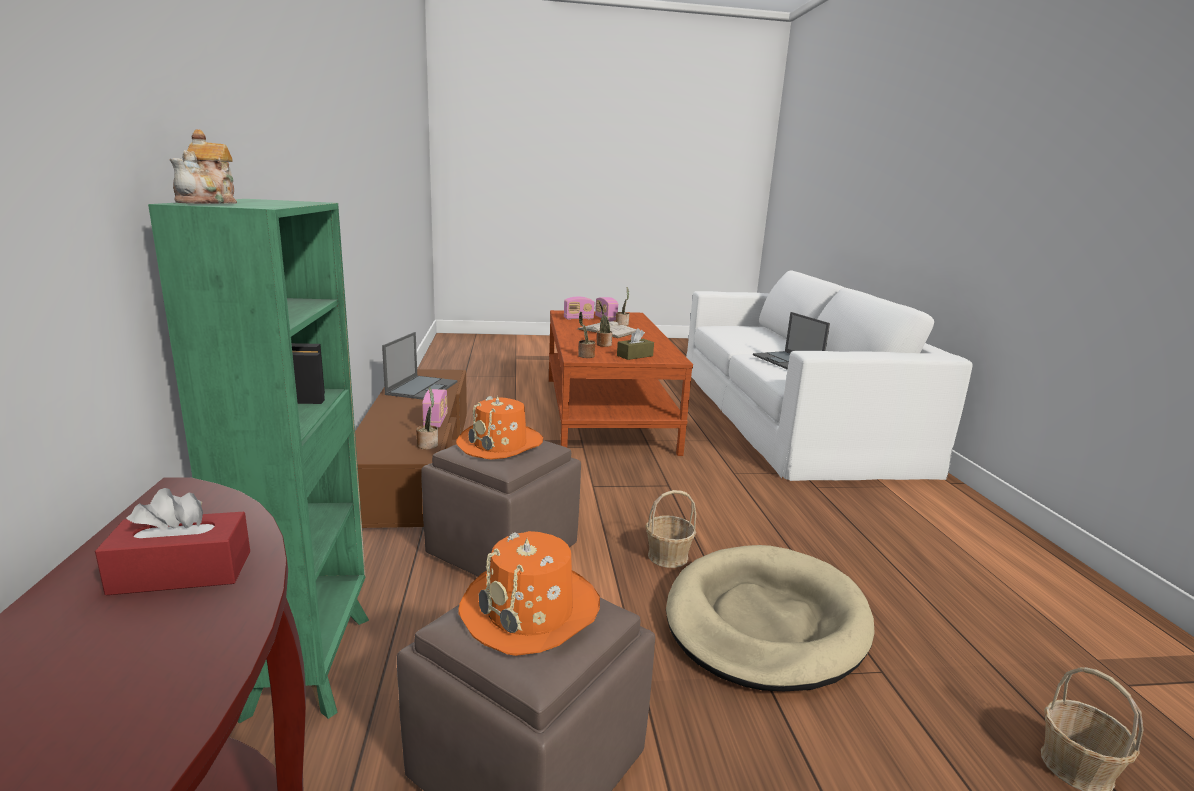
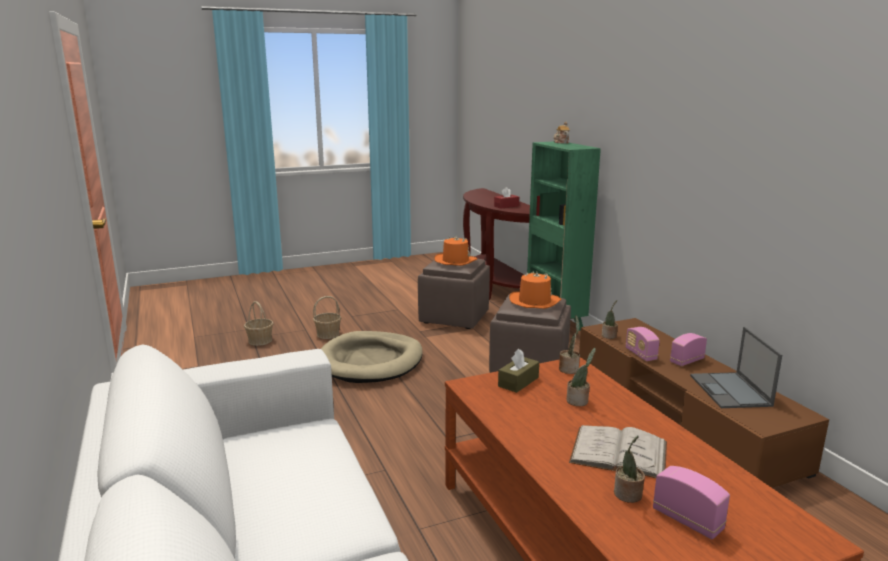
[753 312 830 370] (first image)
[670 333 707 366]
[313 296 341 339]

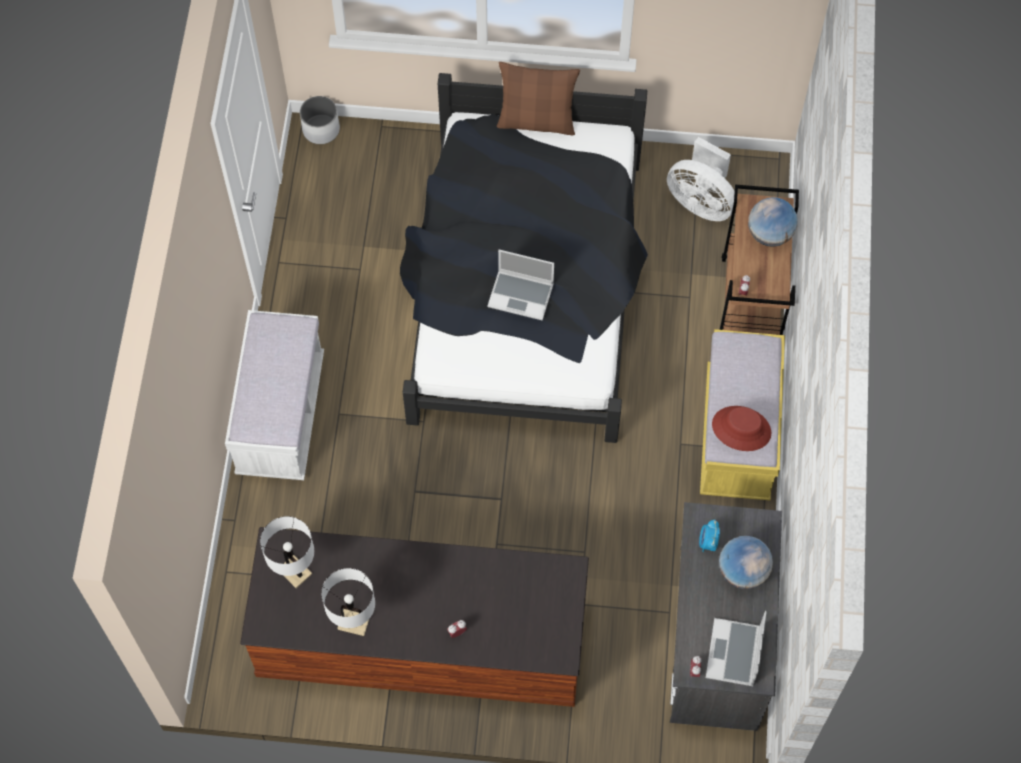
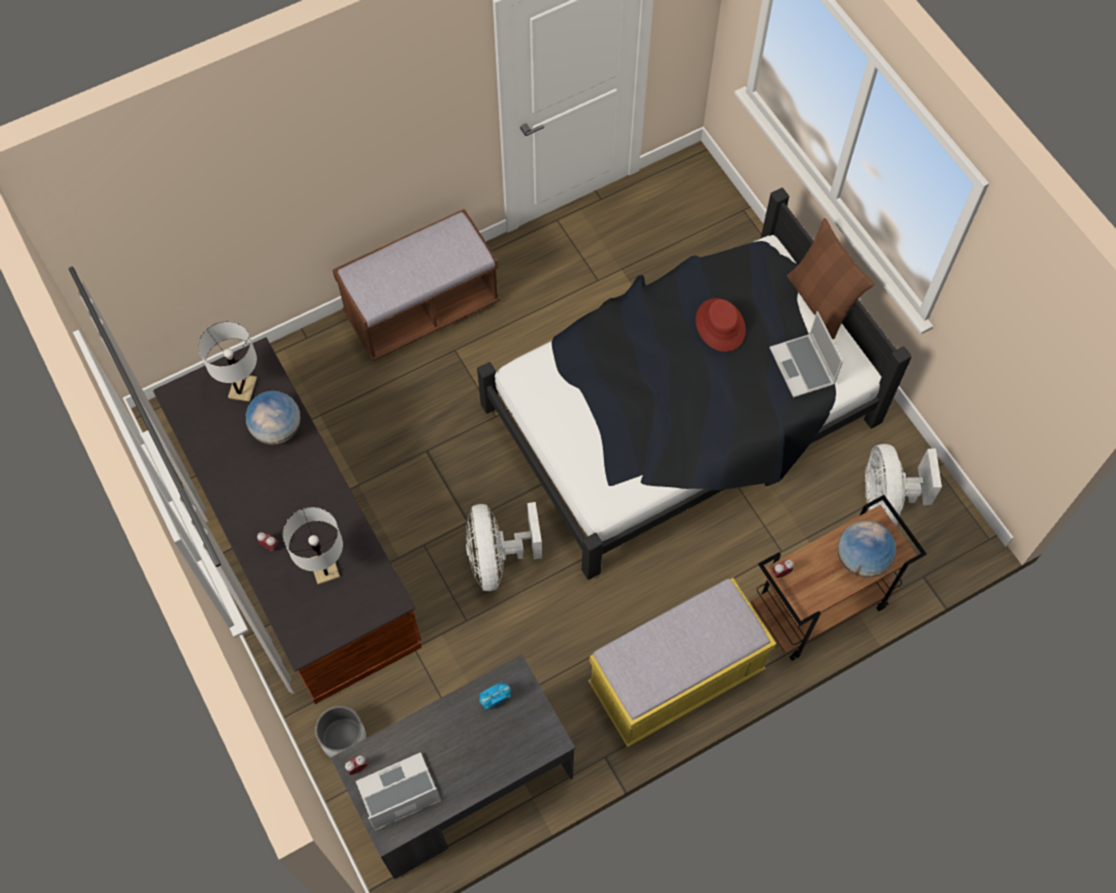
[466 502 542 591]
[315 706 366 758]
[283 507 343 585]
[769 311 843 398]
[696 298 746 352]
[246 391 301 445]
[332 209 500 361]

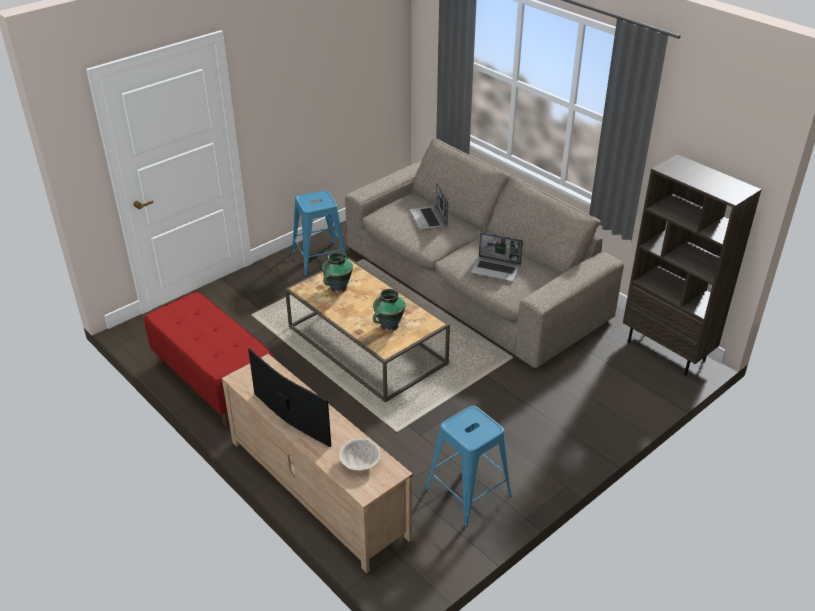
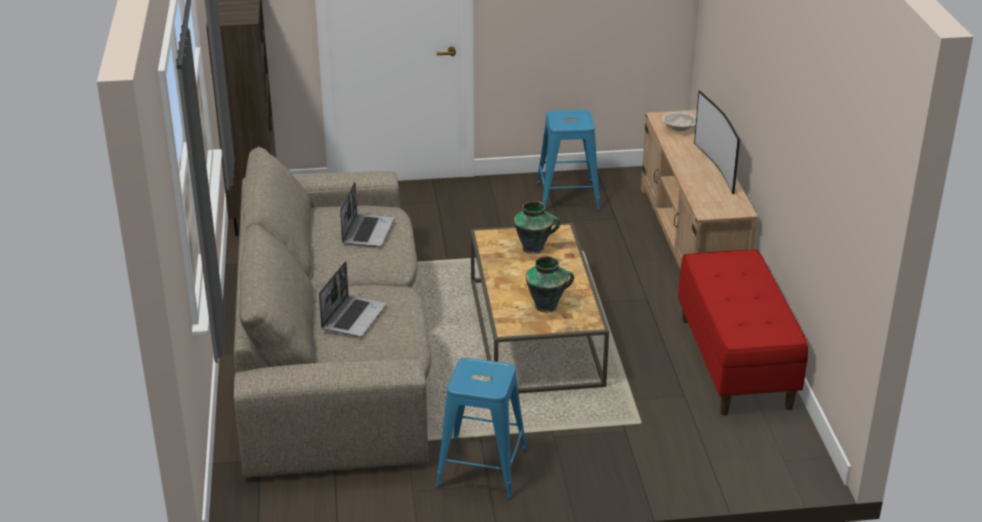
[340 182 394 247]

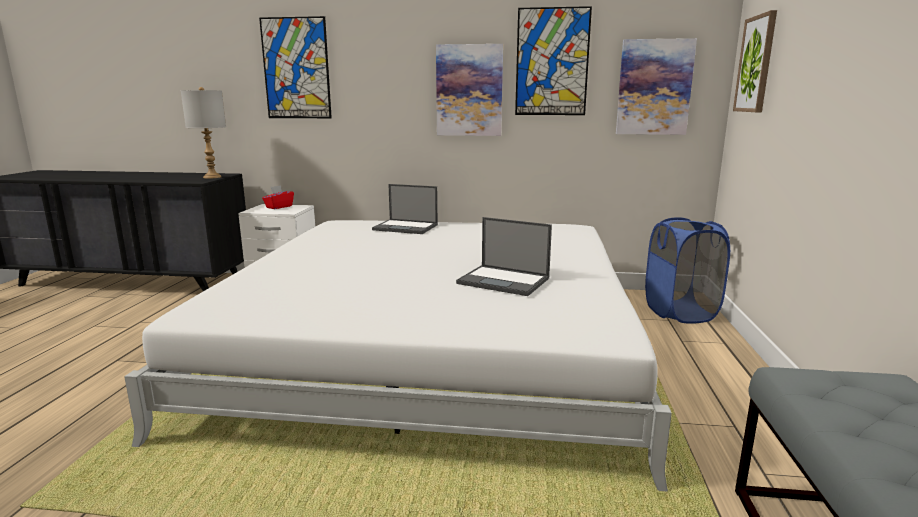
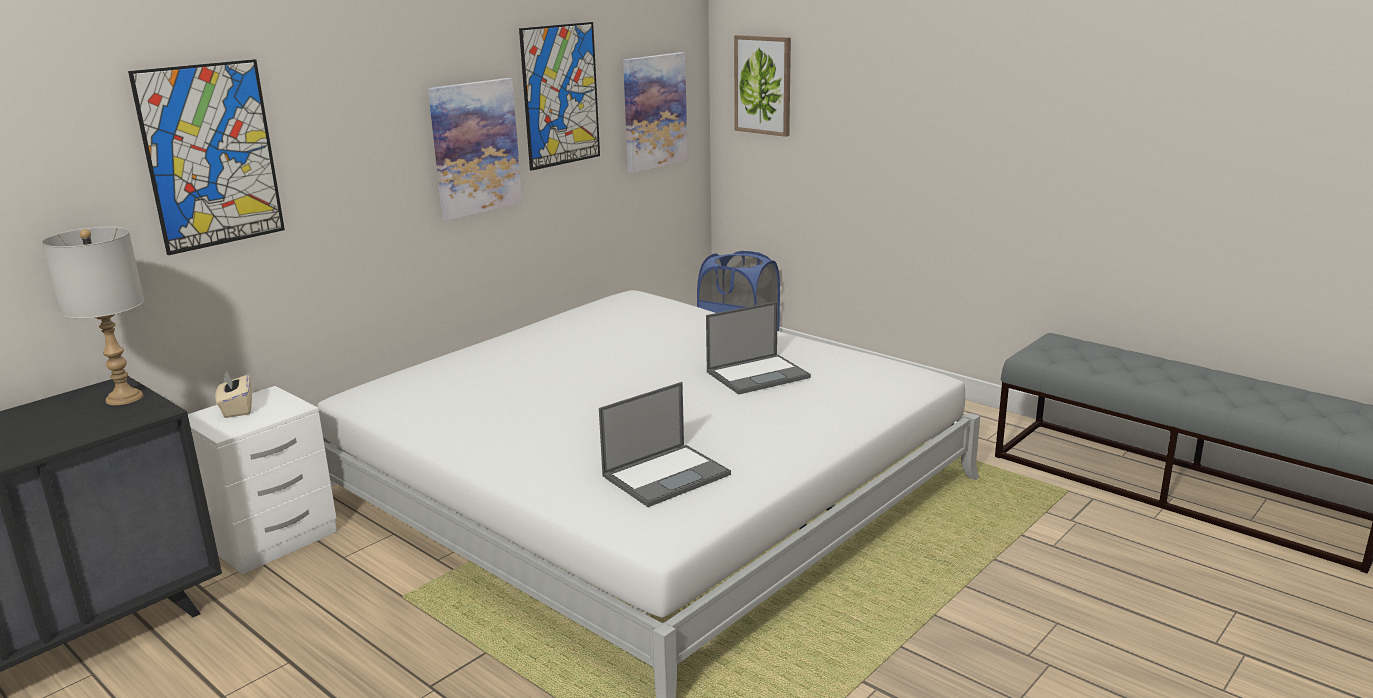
[599 382 731 507]
[216 371 252 418]

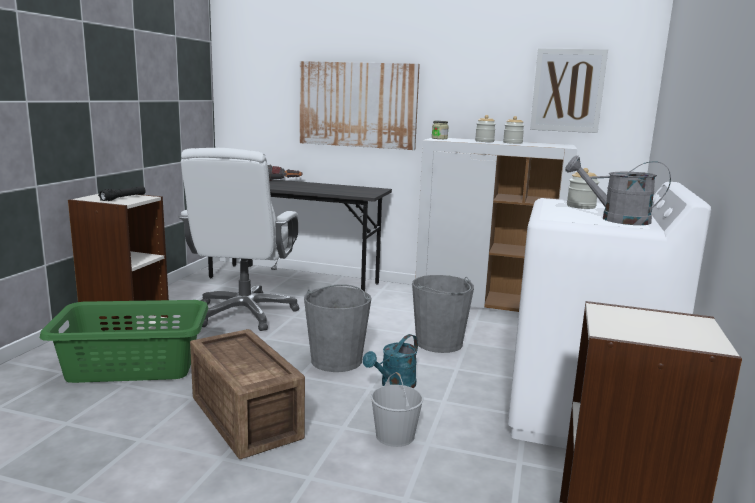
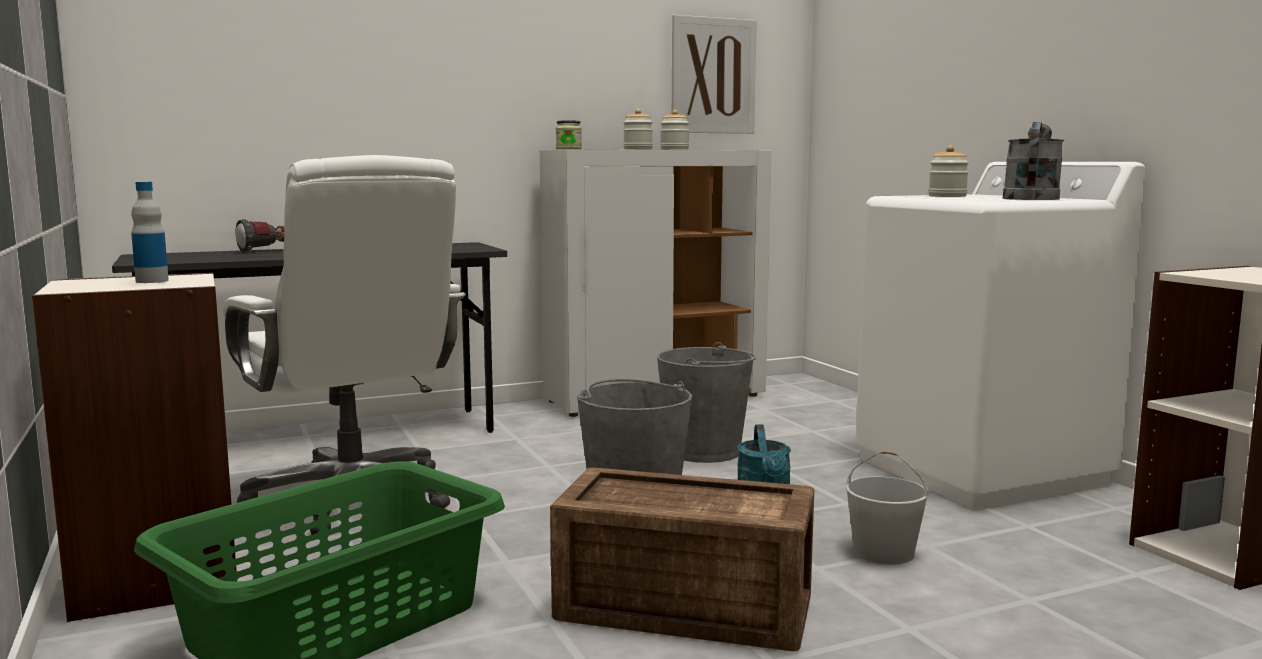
[300 61 420 150] (first image)
[131 182 169 283]
[1003 122 1064 200]

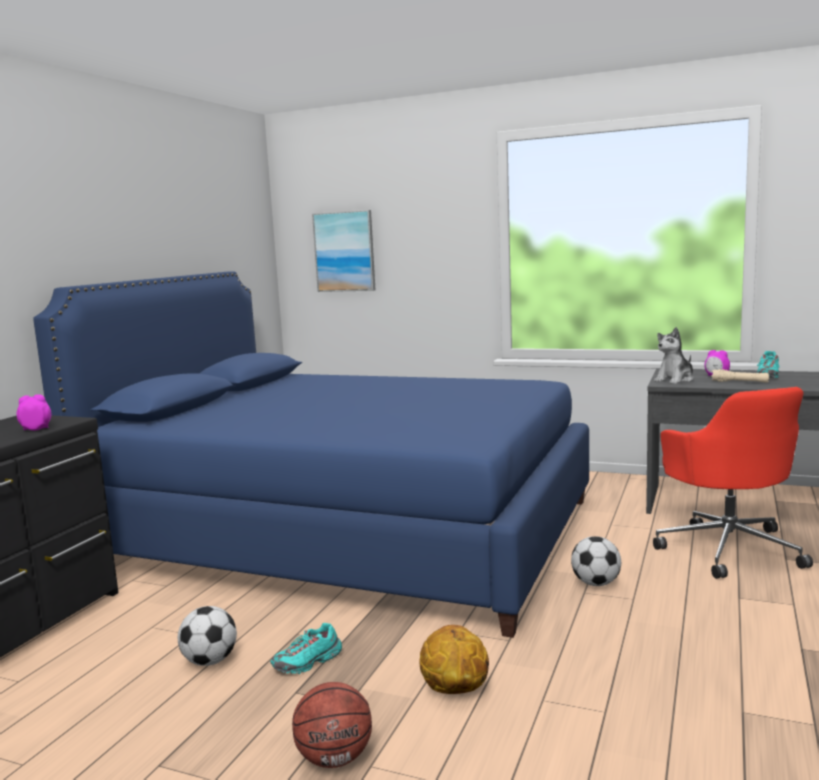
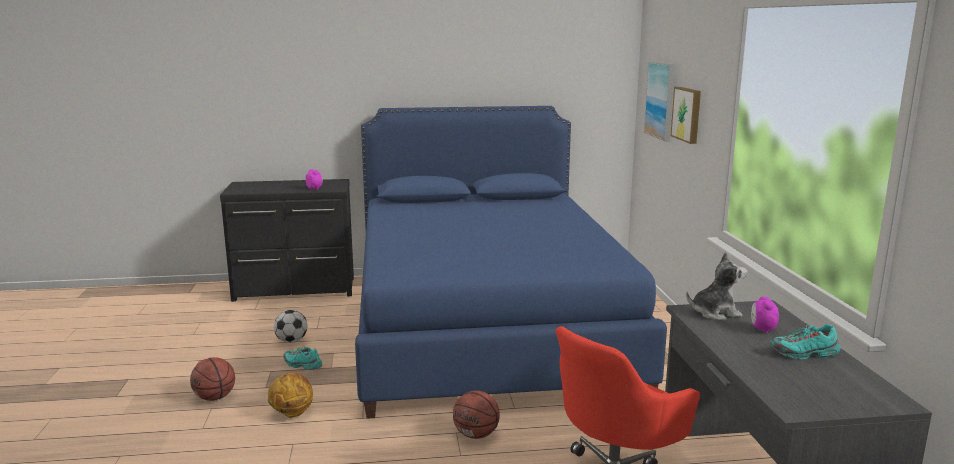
[712 369 769 383] (first image)
[671 87 701 144]
[453 391 500 439]
[686 252 747 320]

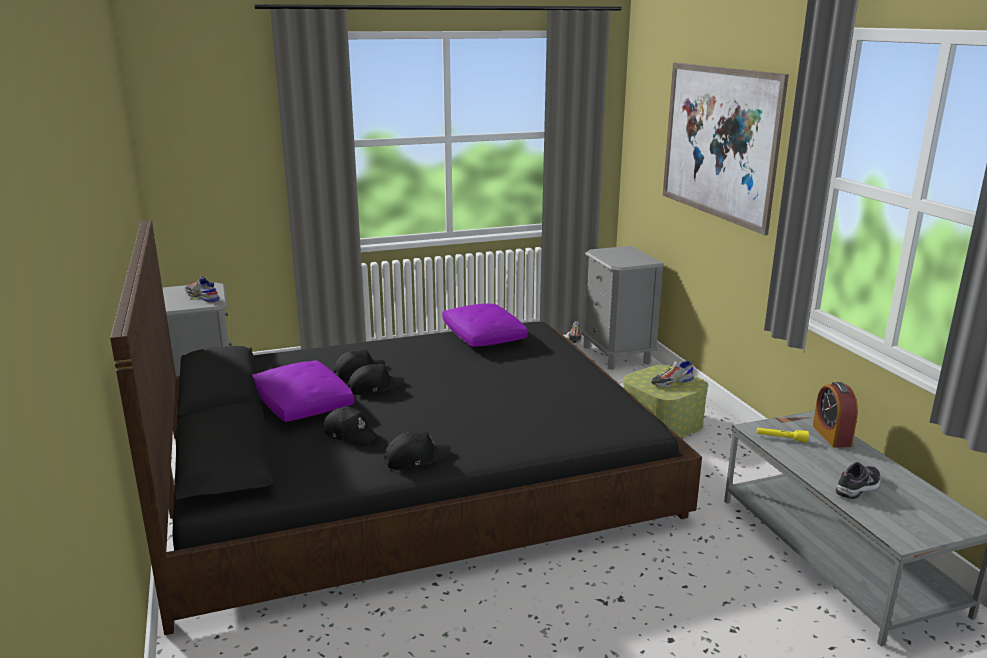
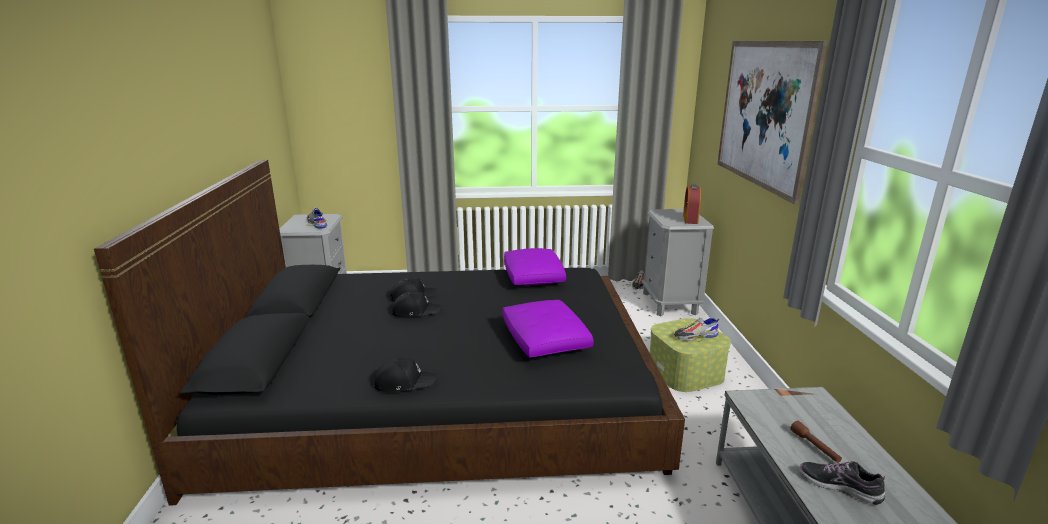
[323 407 379 446] (first image)
[757 428 809 442] (first image)
[791 421 842 463]
[502 300 594 357]
[683 184 701 224]
[800 461 886 505]

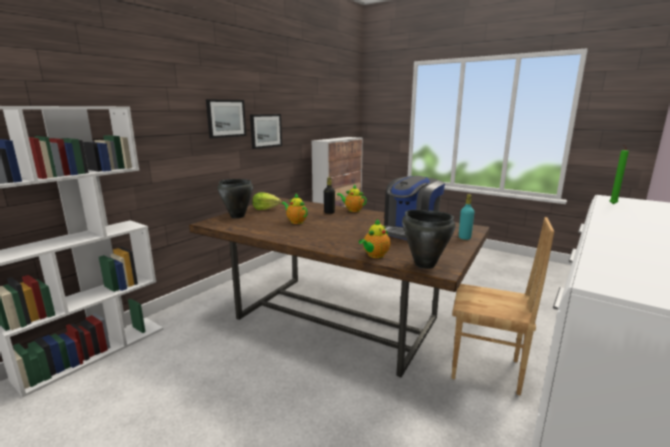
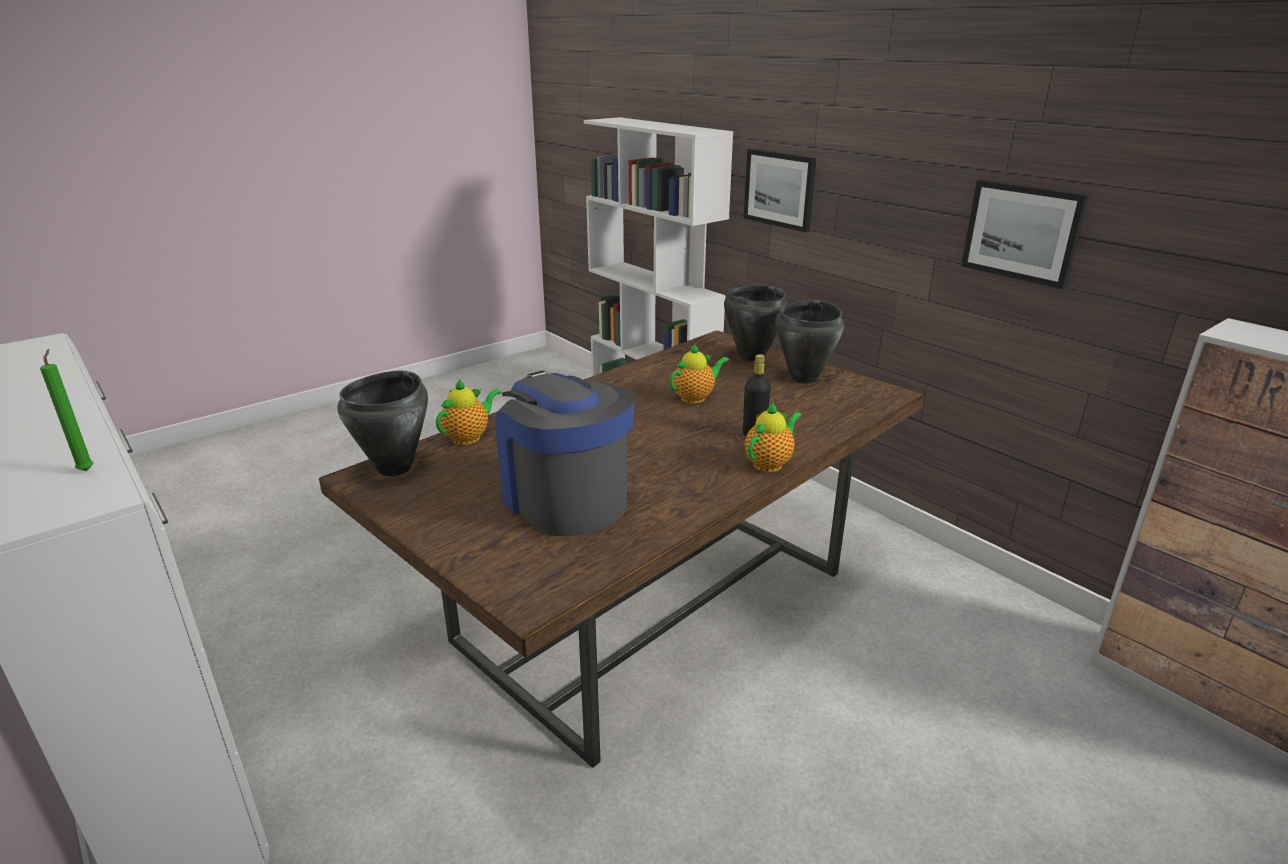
[451 217 555 396] (first image)
[459 194 475 240] (first image)
[744 149 816 233]
[776 300 844 384]
[436 379 501 445]

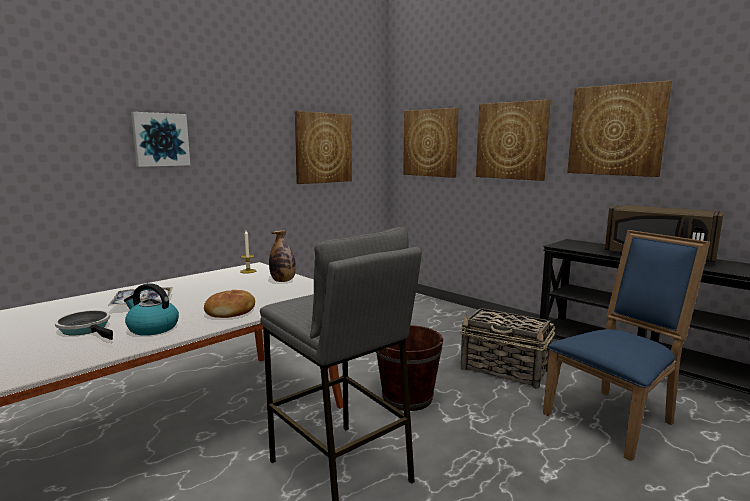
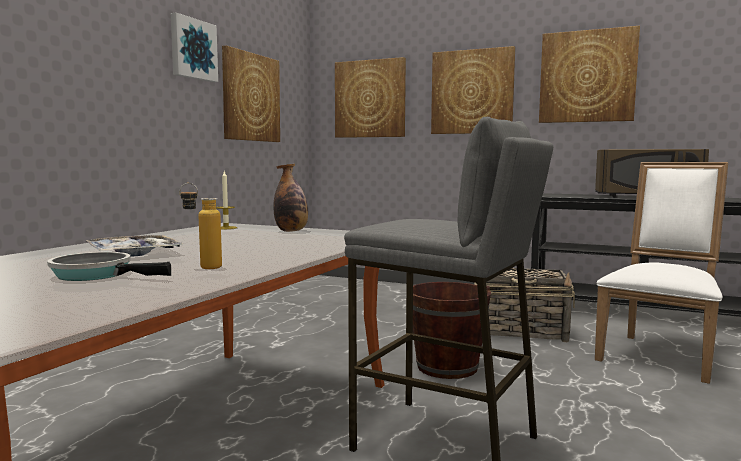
[204 290 255 318] (first image)
[171 13 218 82]
[179 183 222 269]
[595 162 728 384]

